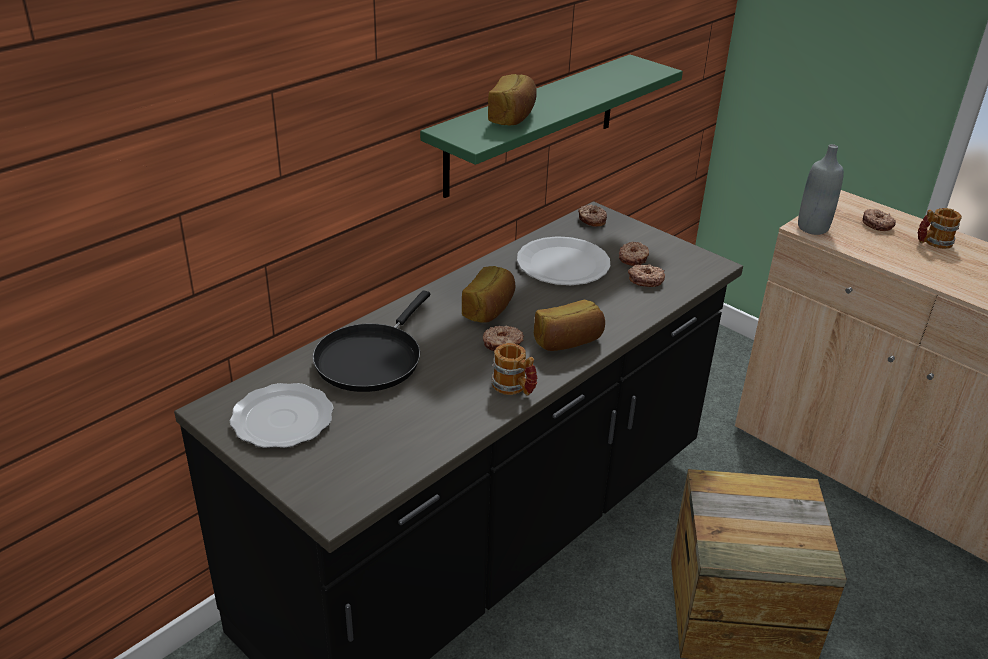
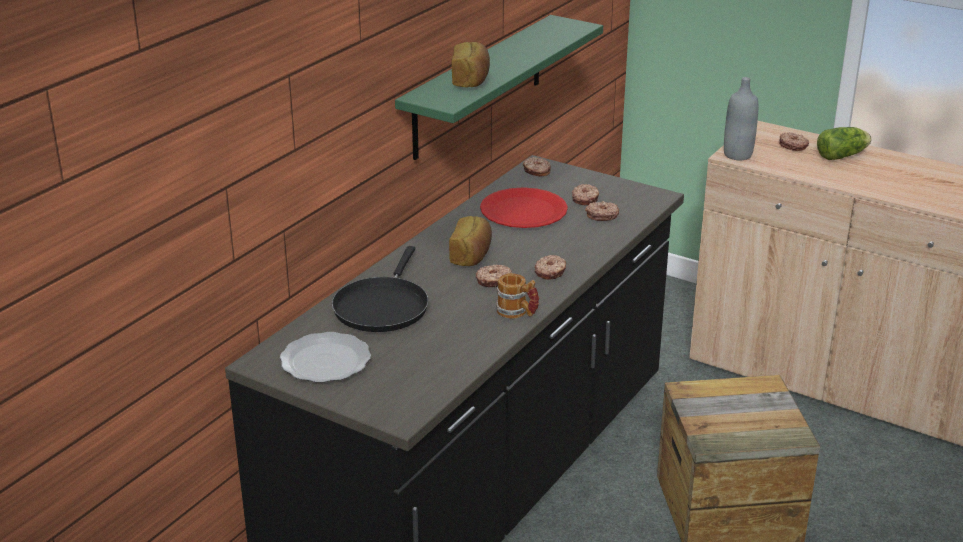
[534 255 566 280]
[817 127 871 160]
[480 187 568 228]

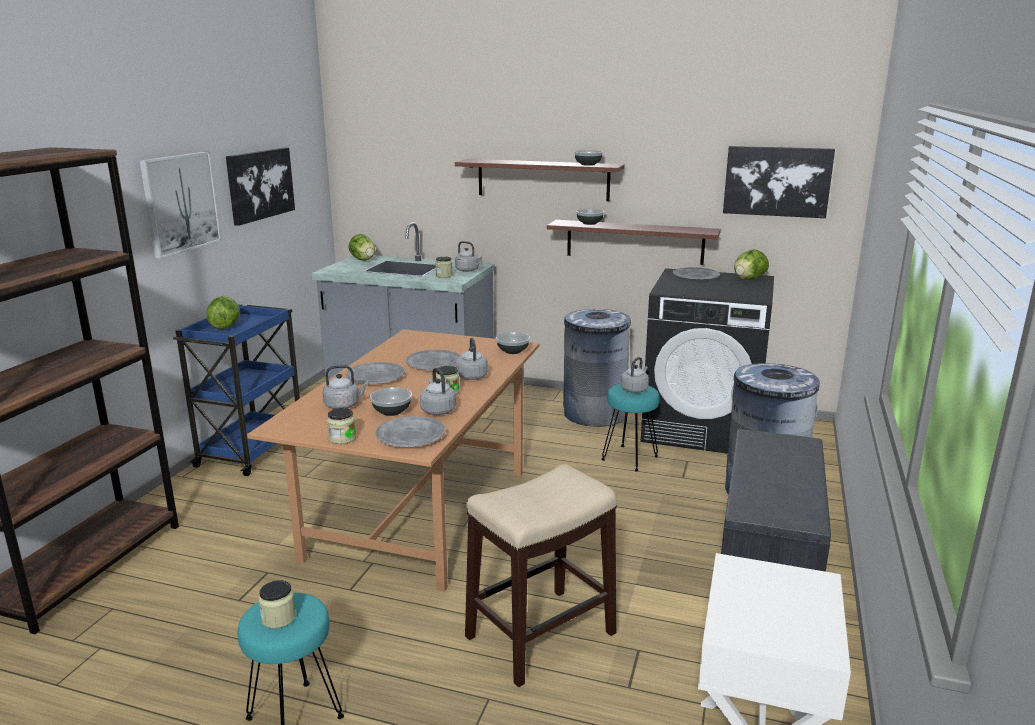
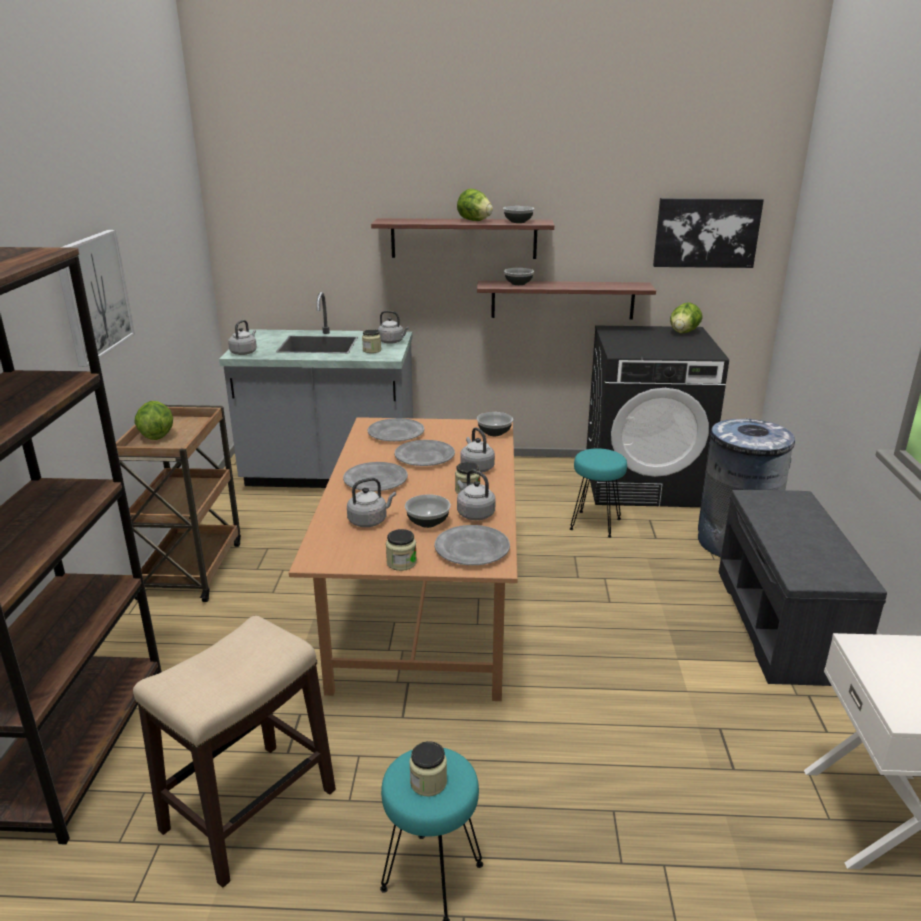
[226 147 295 226] (first image)
[563 309 631 427] (first image)
[457 189 493 221]
[133 616 336 888]
[228 320 257 355]
[368 418 424 441]
[108 405 241 602]

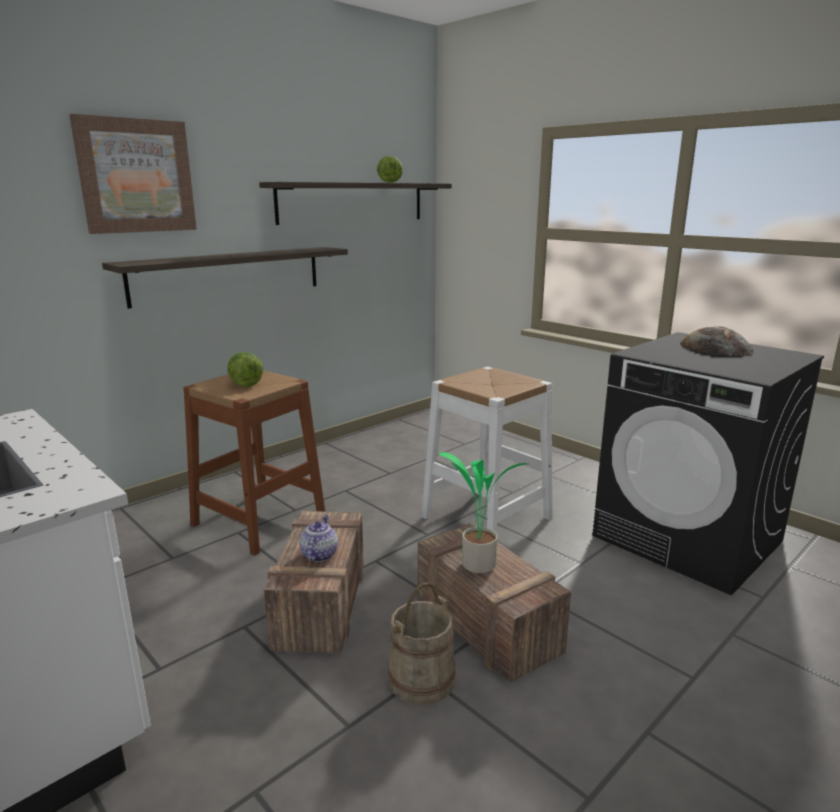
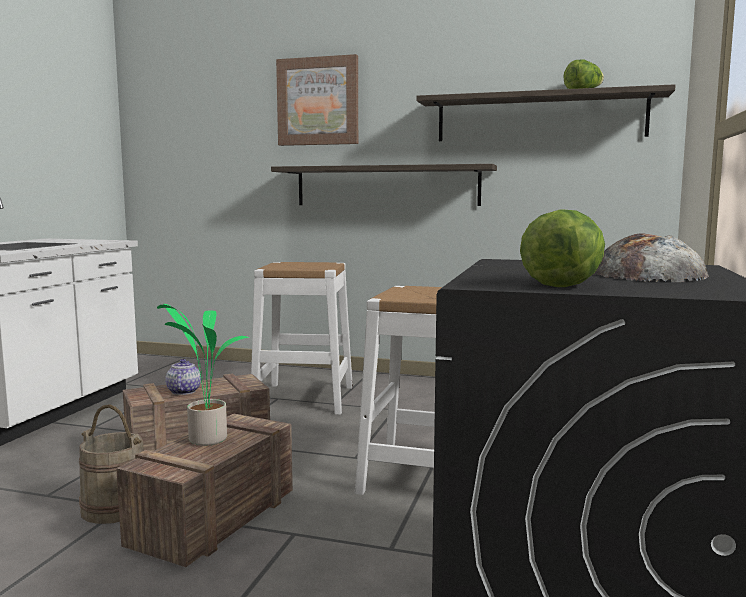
[520 209 605 287]
[251 262 353 414]
[165 359 201 395]

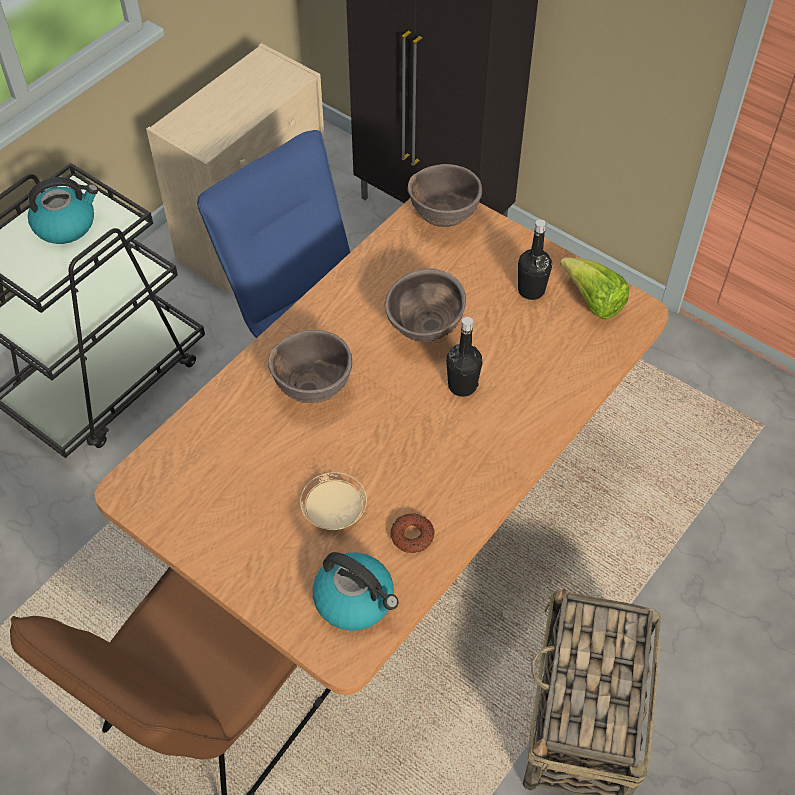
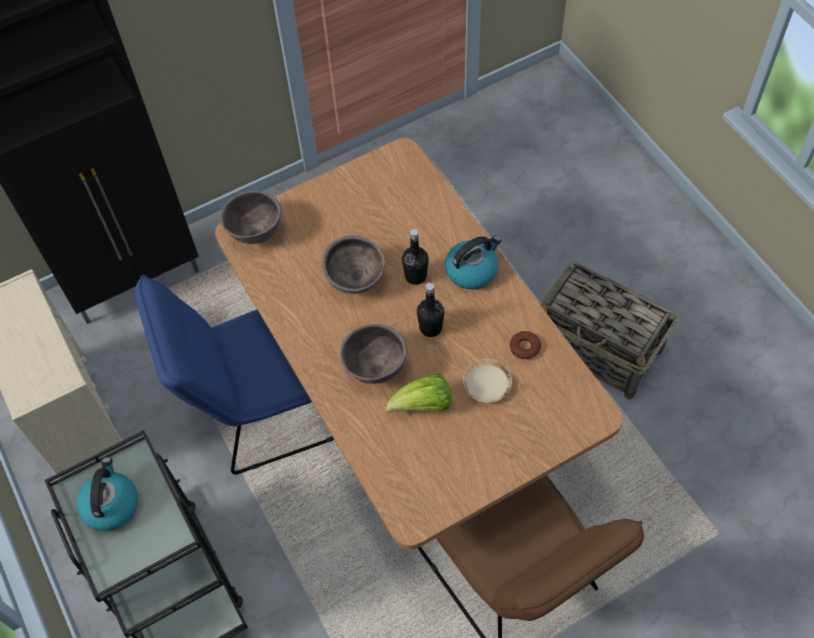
[445 235 502 289]
[417 283 444 337]
[385 374 452 413]

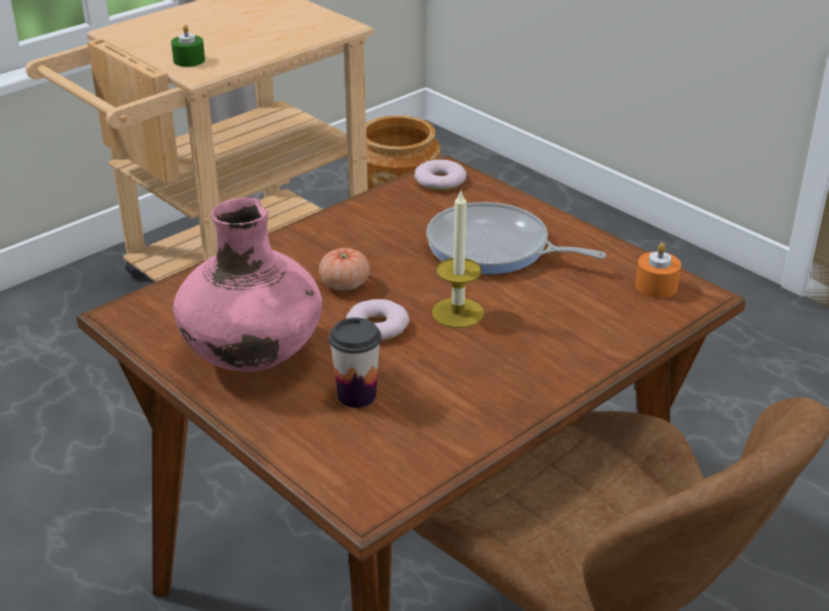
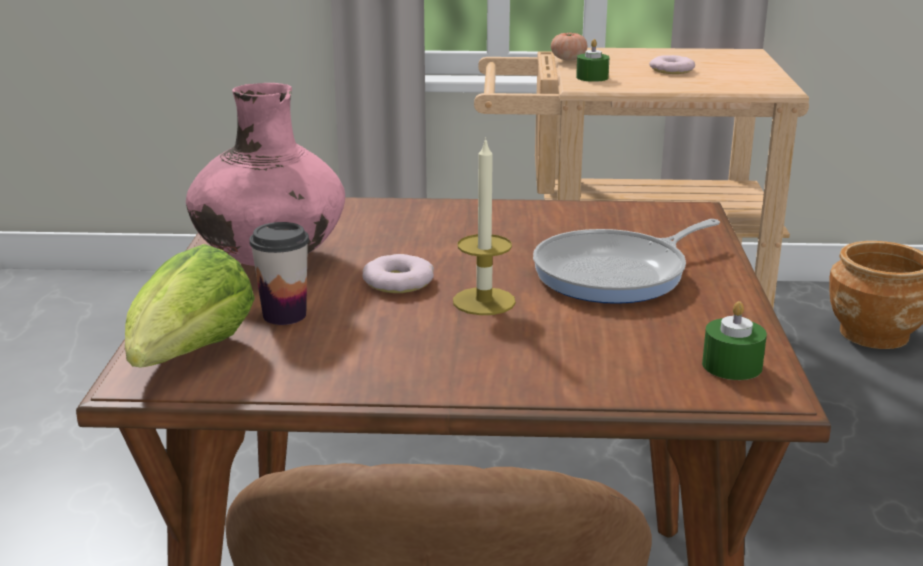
[125 244 255 368]
[551 32 587 61]
[649 55 695 74]
[702 301 767 380]
[533 219 720 304]

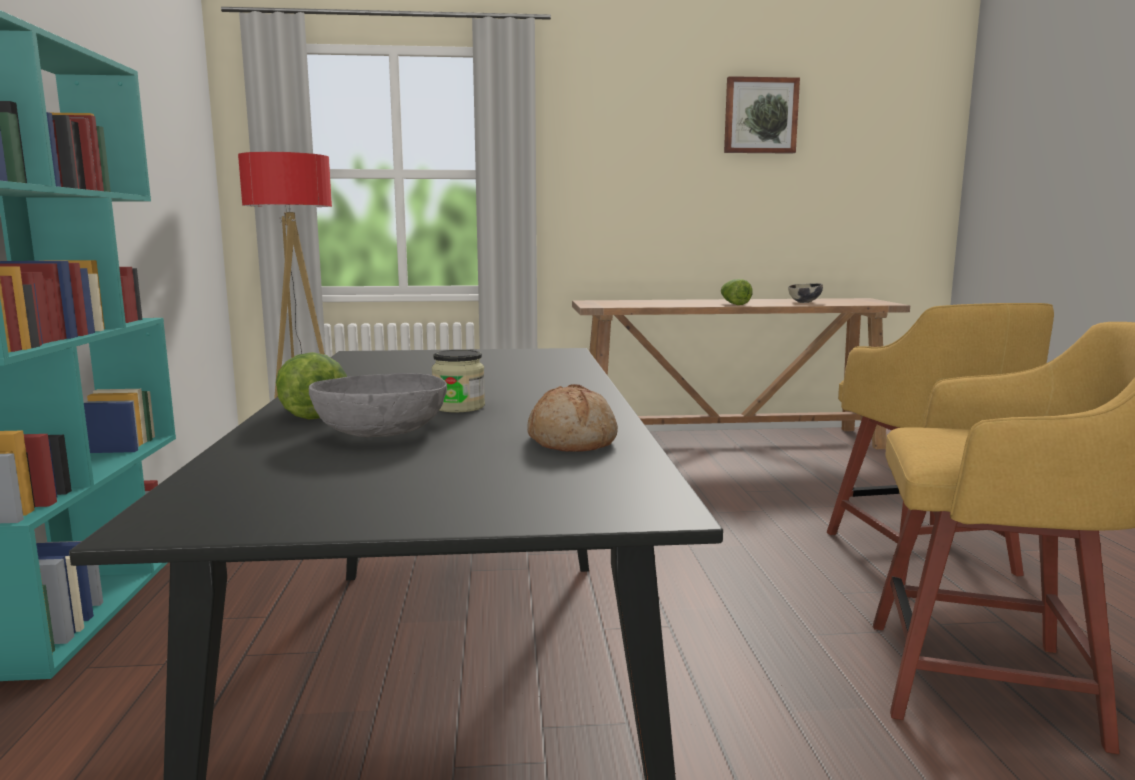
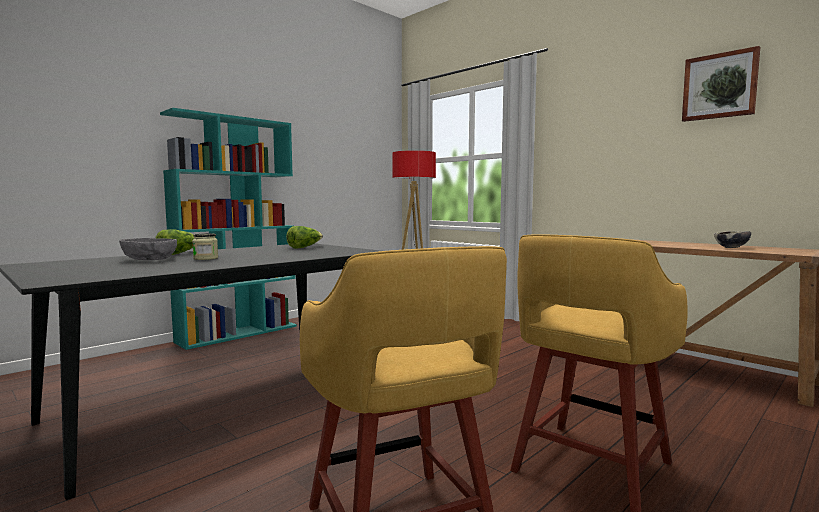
[527 384 618 452] (first image)
[286 226 323 248]

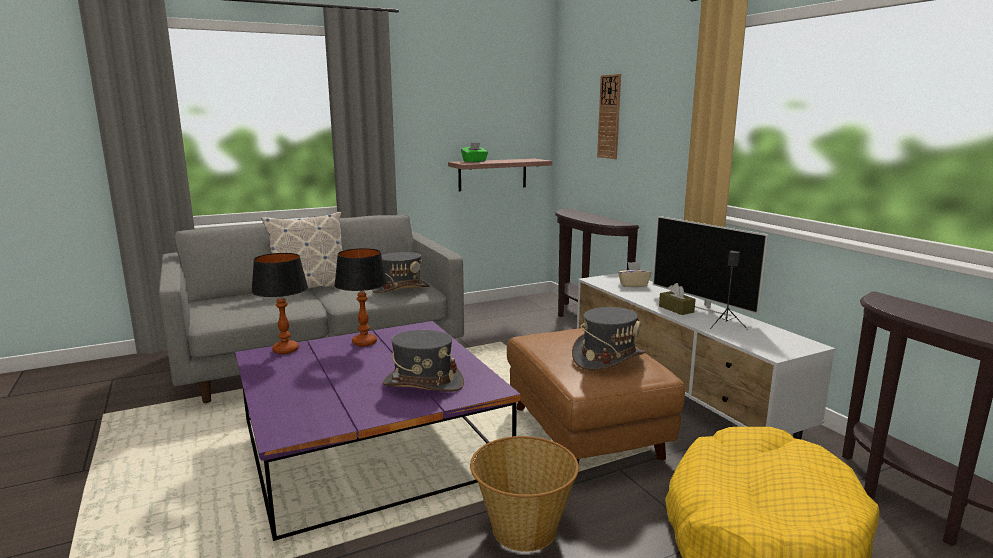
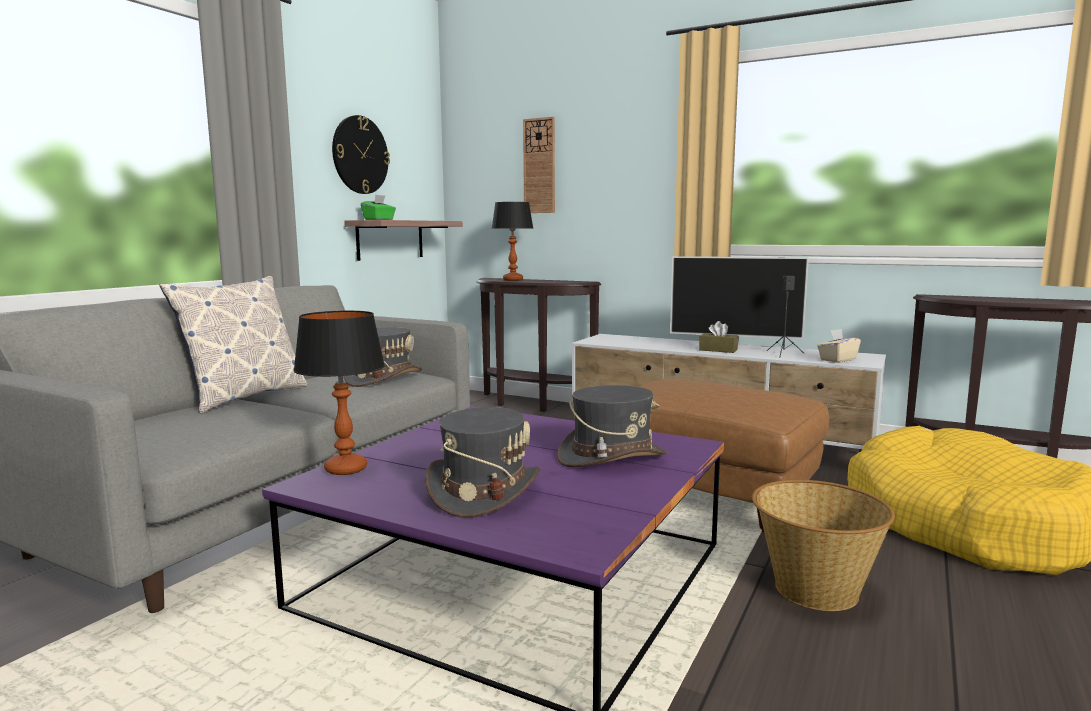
[332 115 390 194]
[491 202 533 281]
[425 407 541 518]
[817 329 861 363]

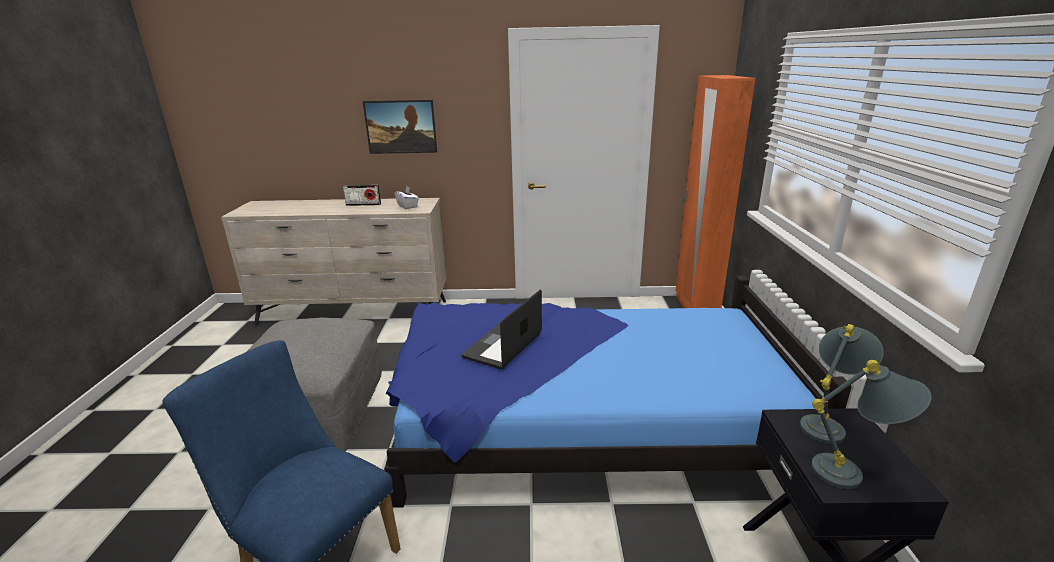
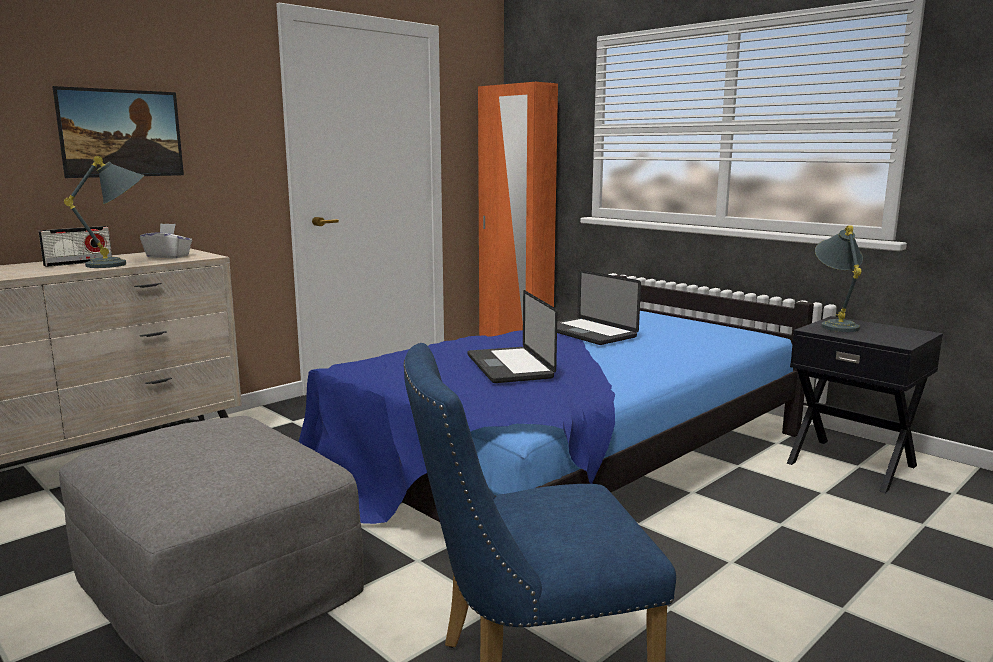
[557 270 641 345]
[64 156 144 268]

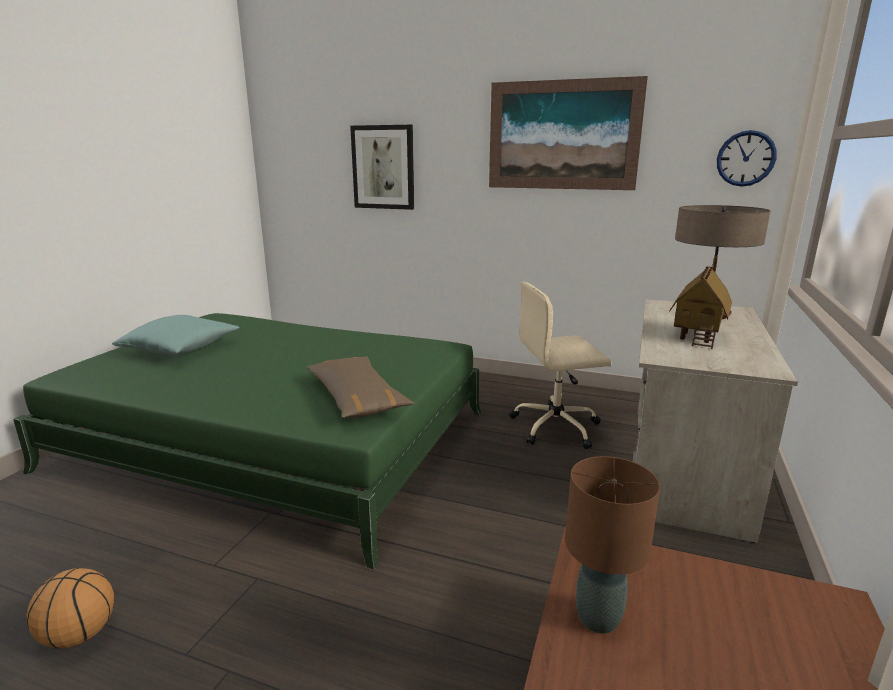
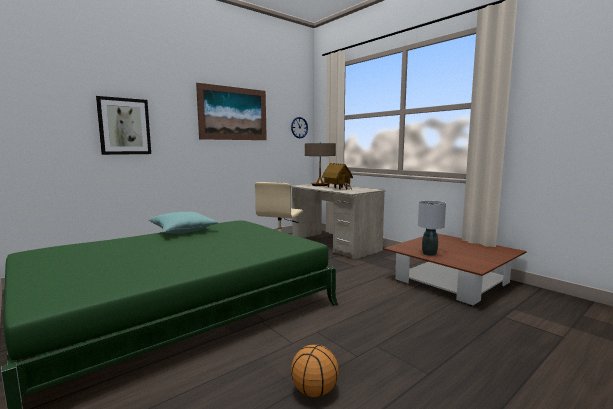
[307 356 414 418] (first image)
[149 212 218 234]
[418 201 446 256]

